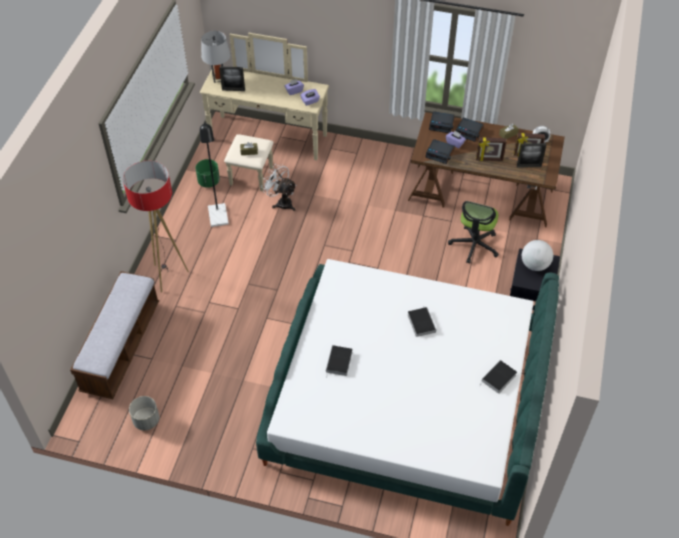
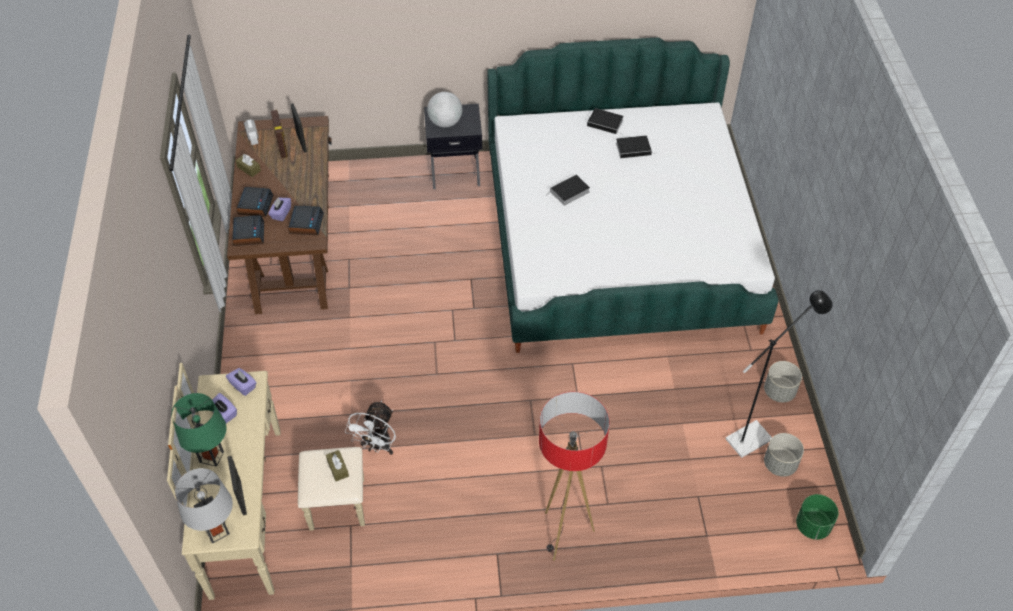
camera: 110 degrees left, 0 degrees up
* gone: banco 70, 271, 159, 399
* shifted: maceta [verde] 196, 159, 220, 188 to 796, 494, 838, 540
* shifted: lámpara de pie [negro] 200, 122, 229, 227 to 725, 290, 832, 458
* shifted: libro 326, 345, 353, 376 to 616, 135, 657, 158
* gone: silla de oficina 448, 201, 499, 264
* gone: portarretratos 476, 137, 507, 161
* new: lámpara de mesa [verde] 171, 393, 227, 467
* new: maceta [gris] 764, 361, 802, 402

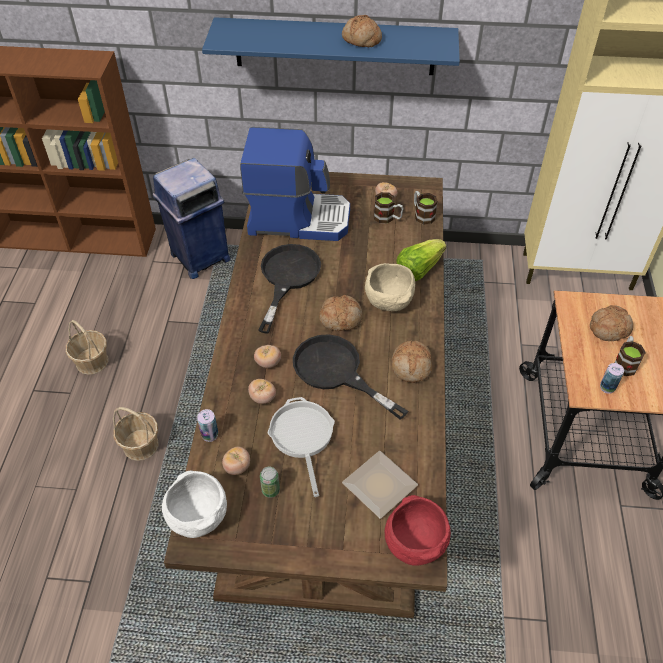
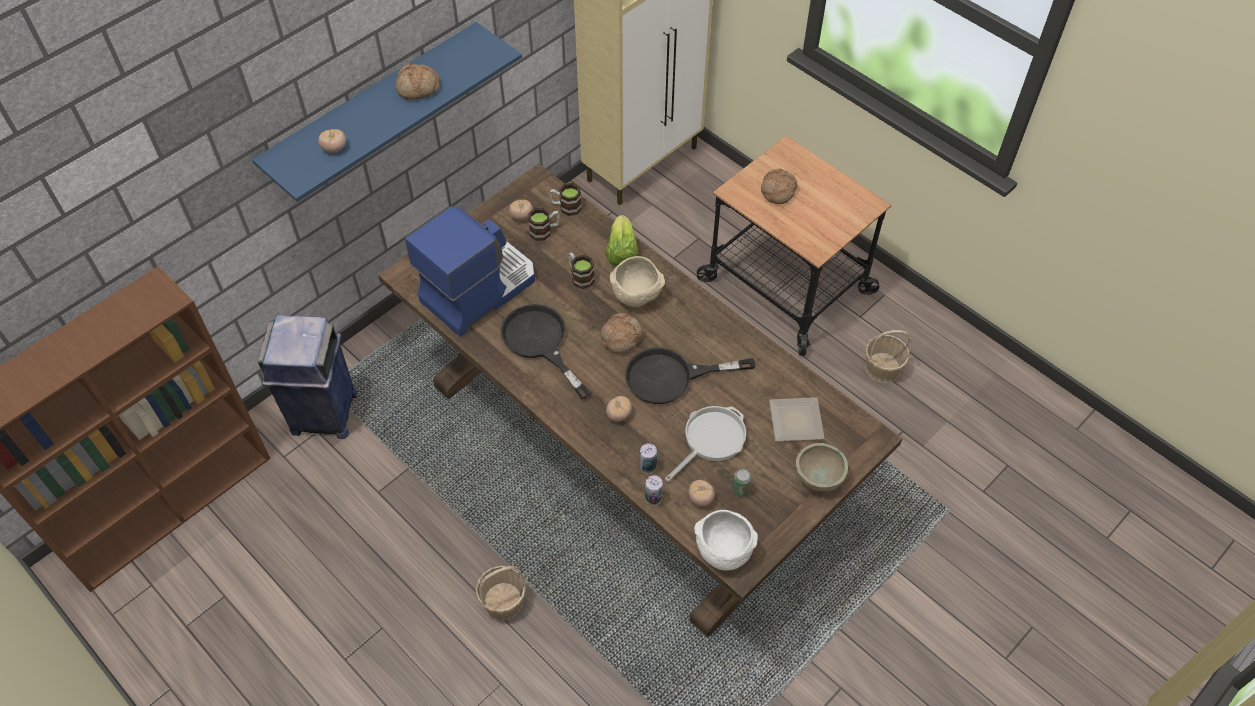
camera: 50 degrees left, 5 degrees up
* shifted: cesta 66, 320, 108, 375 to 865, 330, 912, 383
* shifted: tomate 248, 379, 276, 404 to 318, 129, 346, 153
* rotated: sartén 268, 397, 335, 497 = 665, 406, 746, 482 105 degrees clockwise
* gone: cuenco [rojo] 385, 495, 451, 566
* gone: pan 392, 341, 432, 383
* shifted: lata 600, 363, 624, 394 to 640, 444, 657, 474
* shifted: taza grande 614, 336, 646, 376 to 568, 253, 595, 289
* new: cuenco [beis] 795, 443, 848, 491

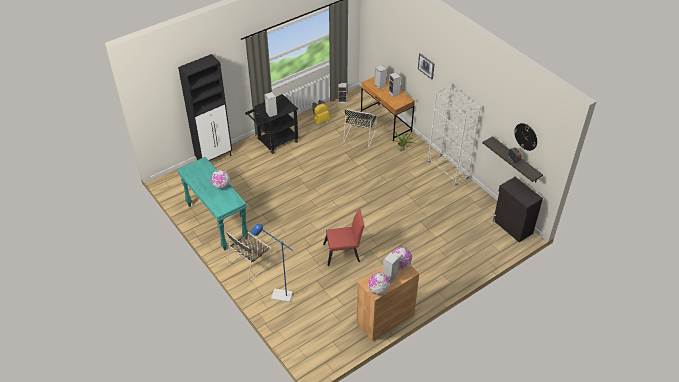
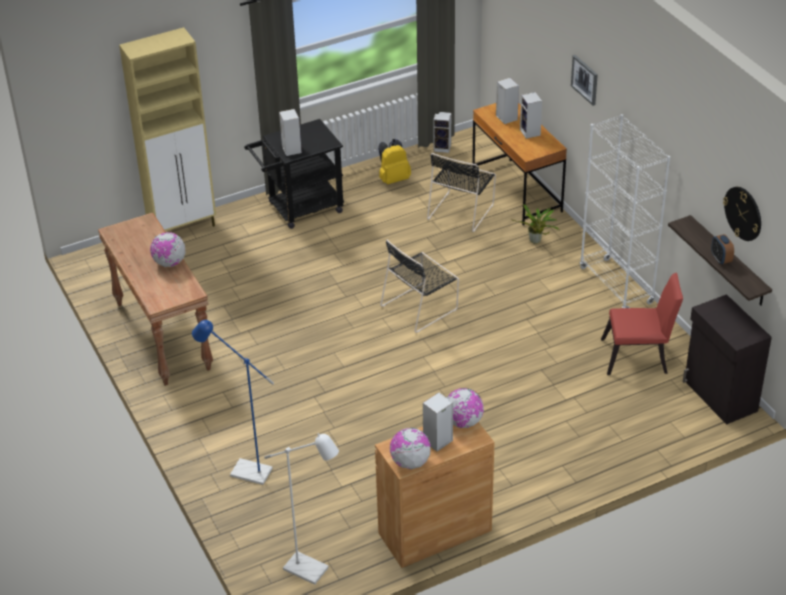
camera: 10 degrees right, 5 degrees down
* repainted: mesa consola [turquesa] 177, 157, 248, 251 to mesa consola [marrón] 98, 213, 213, 386
* repainted: armario [negro] 178, 54, 232, 161 to armario [beis] 119, 27, 216, 231
* shifted: silla [negro] 227, 232, 272, 281 to 380, 239, 459, 333
* shifted: silla [rojo] 323, 209, 364, 266 to 601, 273, 683, 375
* new: lámpara de pie [blanco] 264, 433, 339, 585

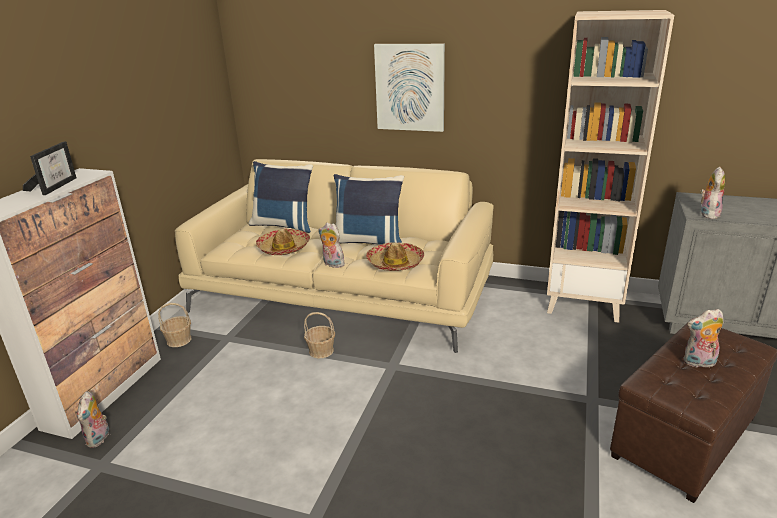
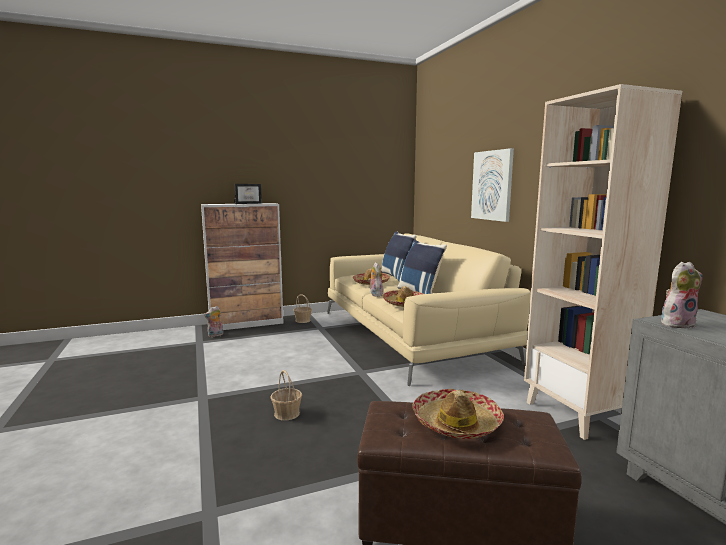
camera: 50 degrees right, 15 degrees down
* shifted: cesta 304, 312, 335, 359 to 271, 370, 302, 421
* swapped: peluche 683, 309, 724, 368 to sombrero 412, 389, 504, 439

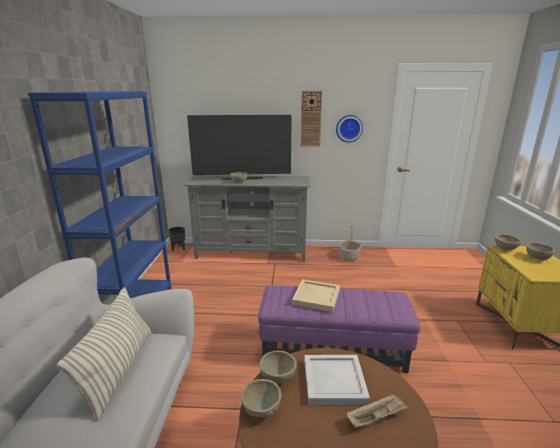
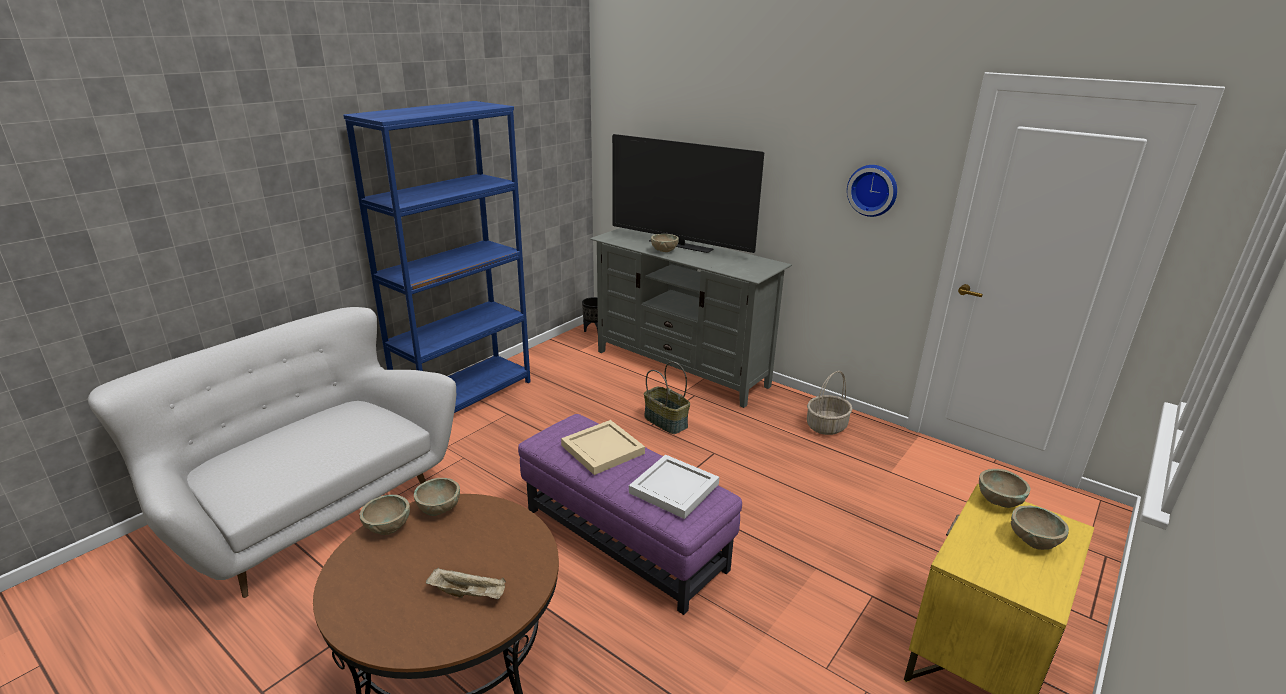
camera: 35 degrees right, 5 degrees up
* gone: cojín 57, 287, 152, 421
* gone: reloj de pared 301, 91, 322, 147
* shifted: bandeja [blanco] 304, 355, 370, 405 to 629, 454, 719, 519
* new: cesta 644, 362, 690, 434

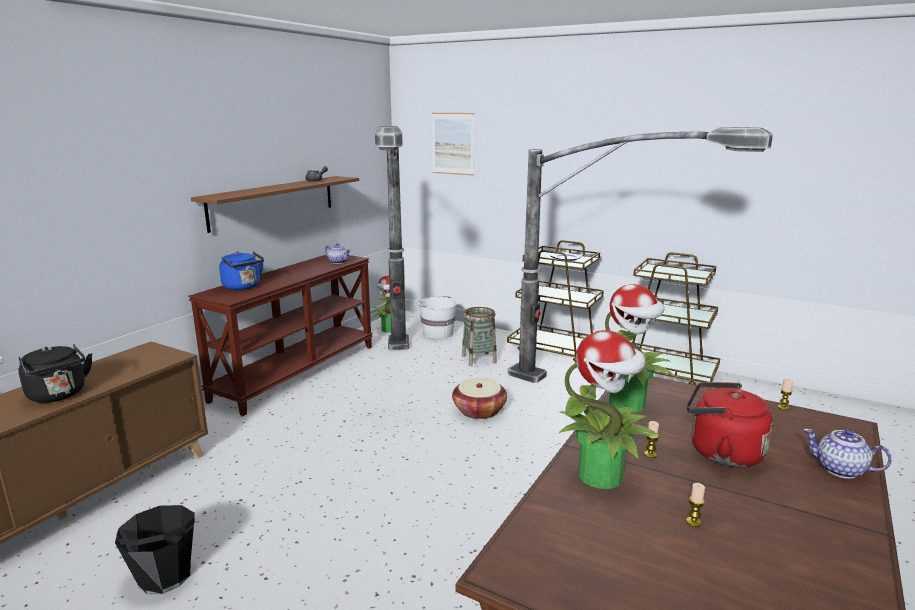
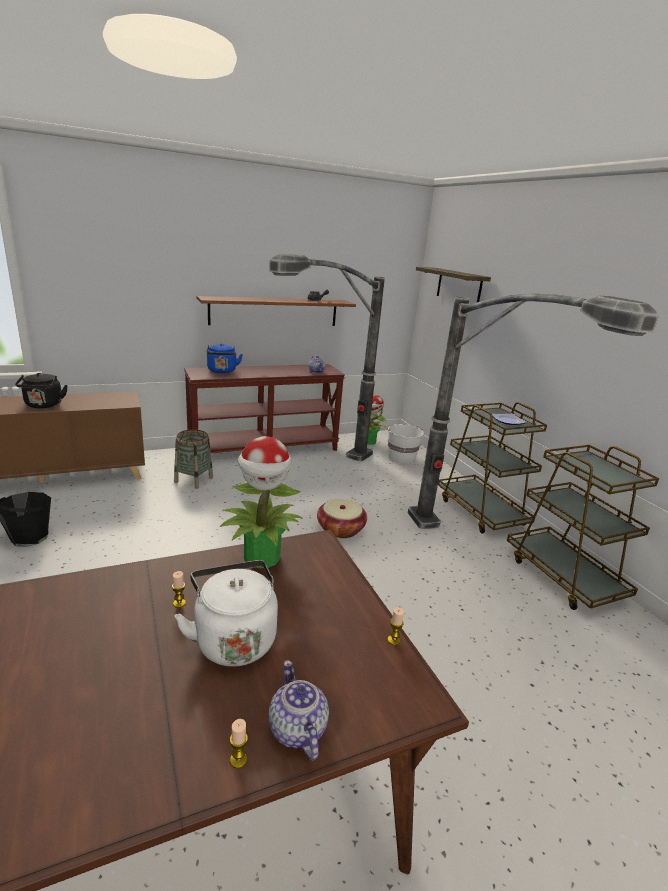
camera: 35 degrees right, 5 degrees up
* swapped: cuadro 432, 113, 474, 175 to estante 416, 267, 491, 302
* shifted: cesta 462, 307, 497, 366 to 174, 429, 213, 489
* gone: planta en maceta 558, 330, 658, 489
* shifted: vela 686, 483, 705, 527 to 230, 719, 248, 769
* repainted: hervidor [rojo] 687, 382, 773, 467 to hervidor [blanco] 175, 560, 278, 667

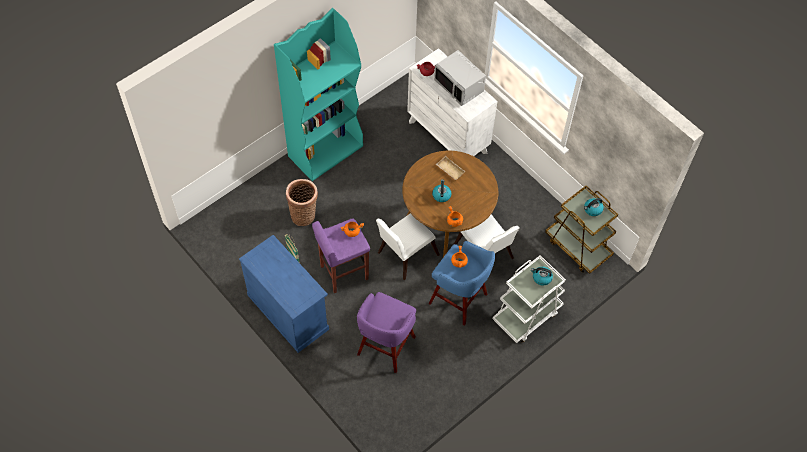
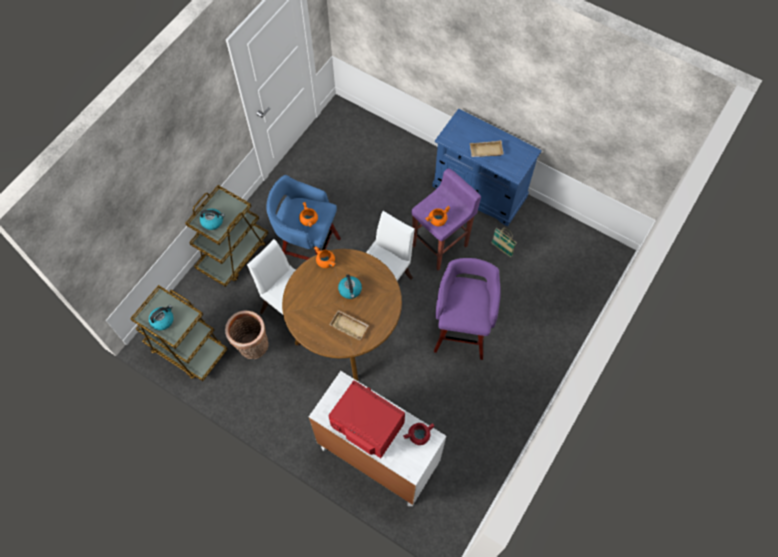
camera: 165 degrees right, 5 degrees up
* gone: estantería [turquesa] 274, 8, 363, 181
* shifted: cesta 286, 179, 318, 226 to 225, 311, 269, 359
* shifted: taburete [morado] 357, 292, 416, 373 to 434, 258, 501, 360
* repainted: microondas [gris] 434, 50, 486, 106 to microondas [rojo] 328, 380, 405, 458
* repainted: carrito [blanco] 493, 255, 566, 343 to carrito [marrón] 185, 185, 269, 287
* new: bandeja [beis] 470, 140, 504, 157

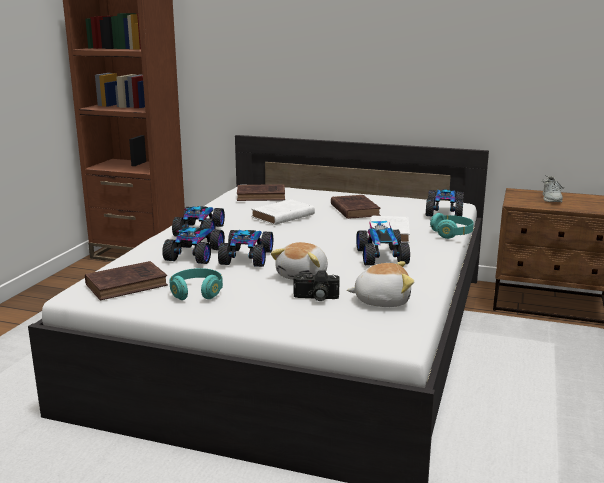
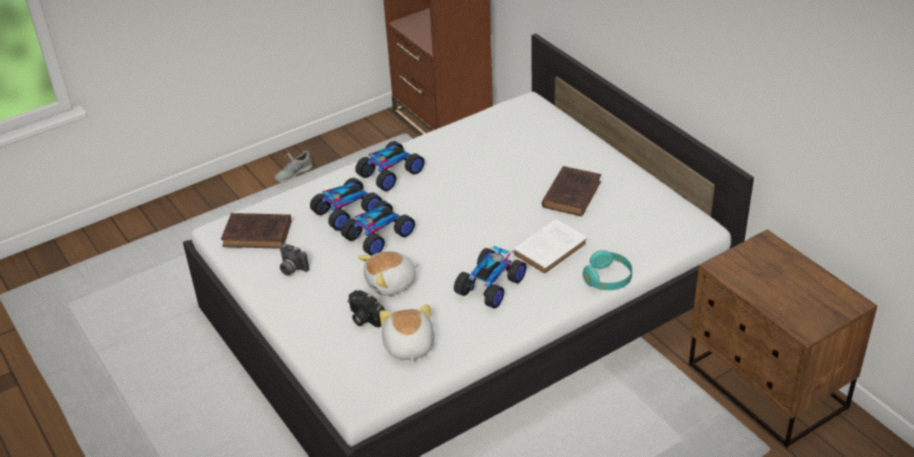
camera: 40 degrees right, 20 degrees up
* swapped: auriculares [turquesa] 169, 268, 223, 300 to cámara 280, 244, 309, 275
* gone: libro [marrón] 237, 184, 285, 201
* gone: libro [blanco] 251, 199, 315, 225
* rotated: peluche 347, 261, 414, 307 = 379, 304, 434, 363 135 degrees counterclockwise
* gone: coche de juguete 426, 189, 464, 216
* shifted: zapato [gris] 542, 175, 564, 202 to 275, 151, 312, 182

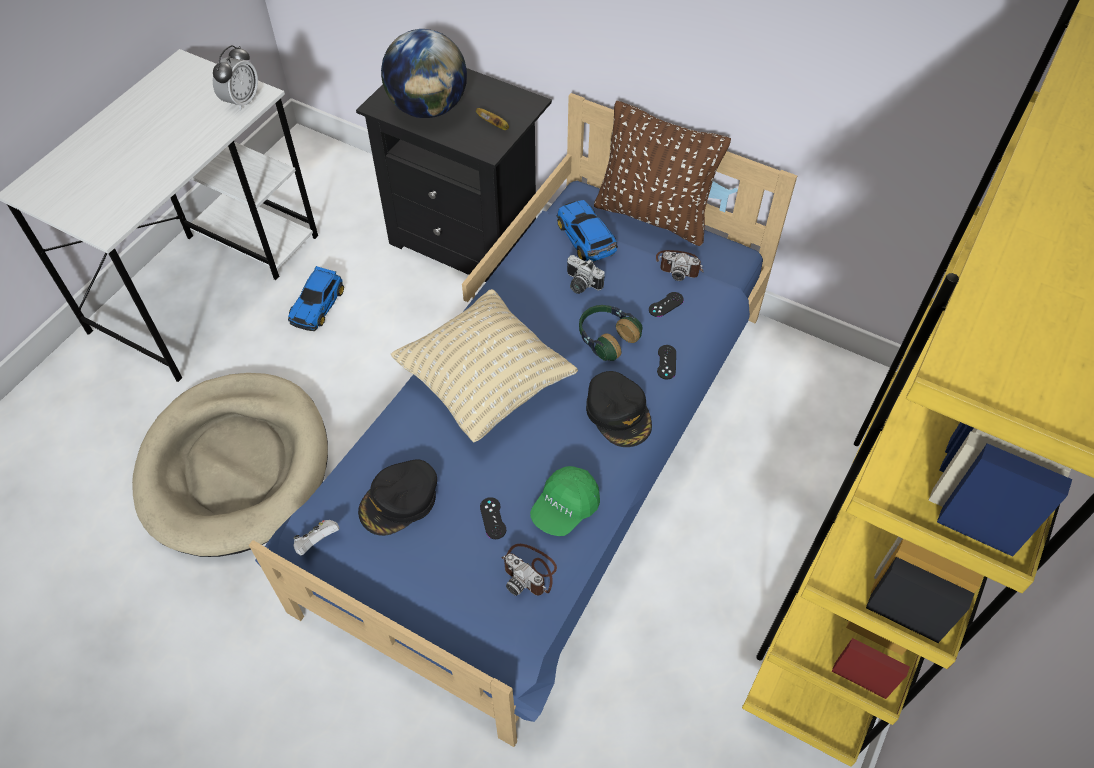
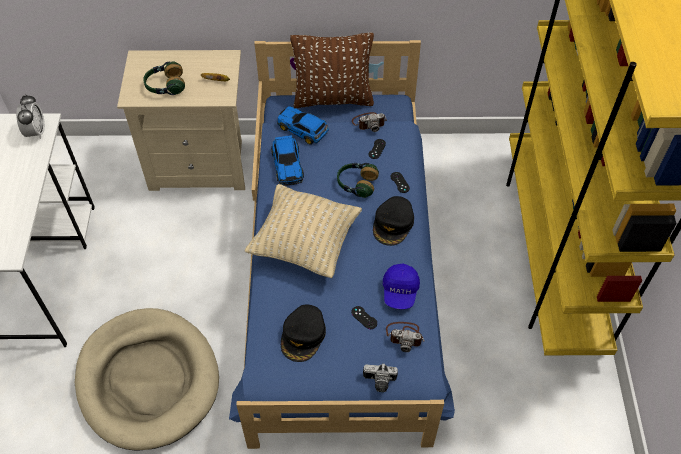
camera: 30 degrees left, 0 degrees up
* shifted: coche de juguete 288, 266, 344, 331 to 271, 135, 304, 186
* gone: mando de consola [blanco] 293, 520, 340, 556
* repainted: mesita de noche [negro] 356, 68, 552, 282 to mesita de noche [beis] 117, 50, 245, 191
* swapped: globo terráqueo 381, 29, 467, 118 to auriculares 143, 61, 185, 95
* repainted: gorra [verde] 530, 466, 600, 536 to gorra [azul] 383, 263, 420, 309
* shifted: cámara 567, 255, 605, 294 to 363, 364, 398, 392
* rotated: gorra [negro] 586, 371, 652, 447 = 373, 196, 414, 246 75 degrees clockwise

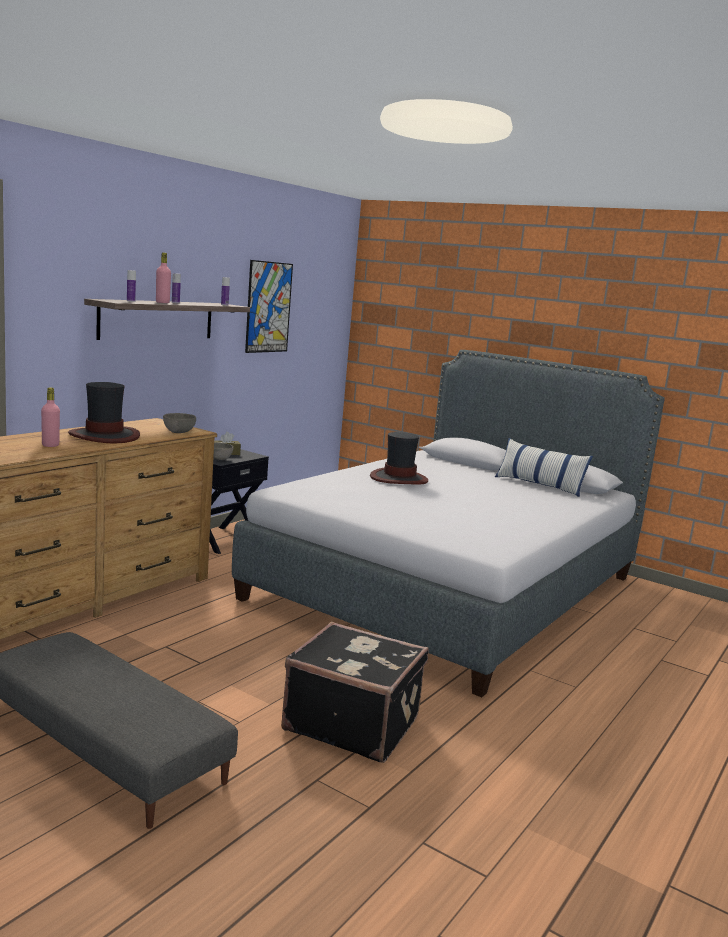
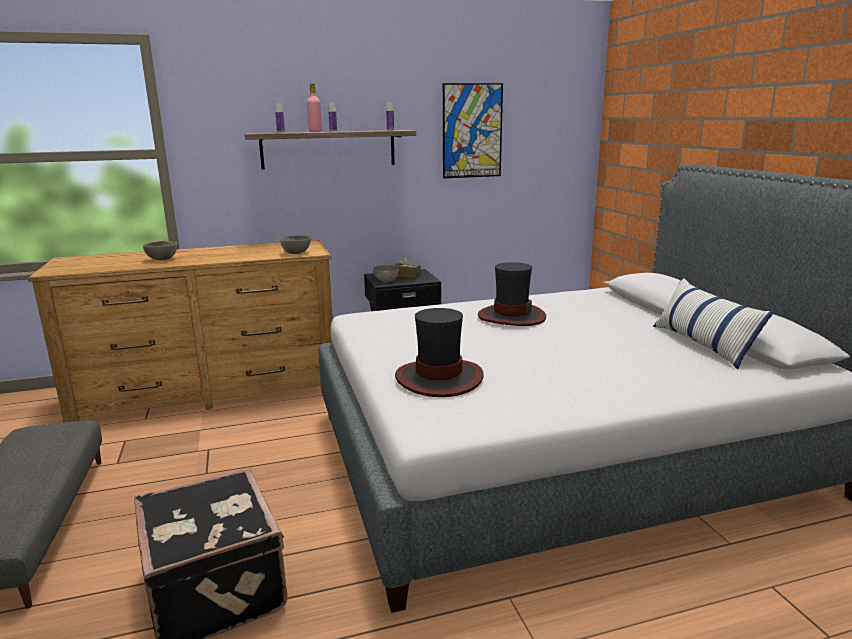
camera: 40 degrees right, 5 degrees up
* swapped: botella [rosa] 41, 387, 60, 447 to cuenco [gris] 143, 241, 177, 260
* shifted: sombrero 68, 382, 140, 443 to 395, 308, 484, 397

